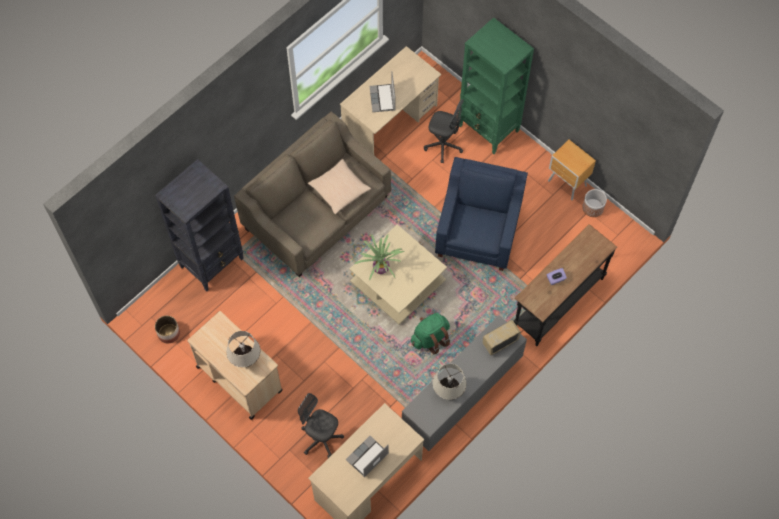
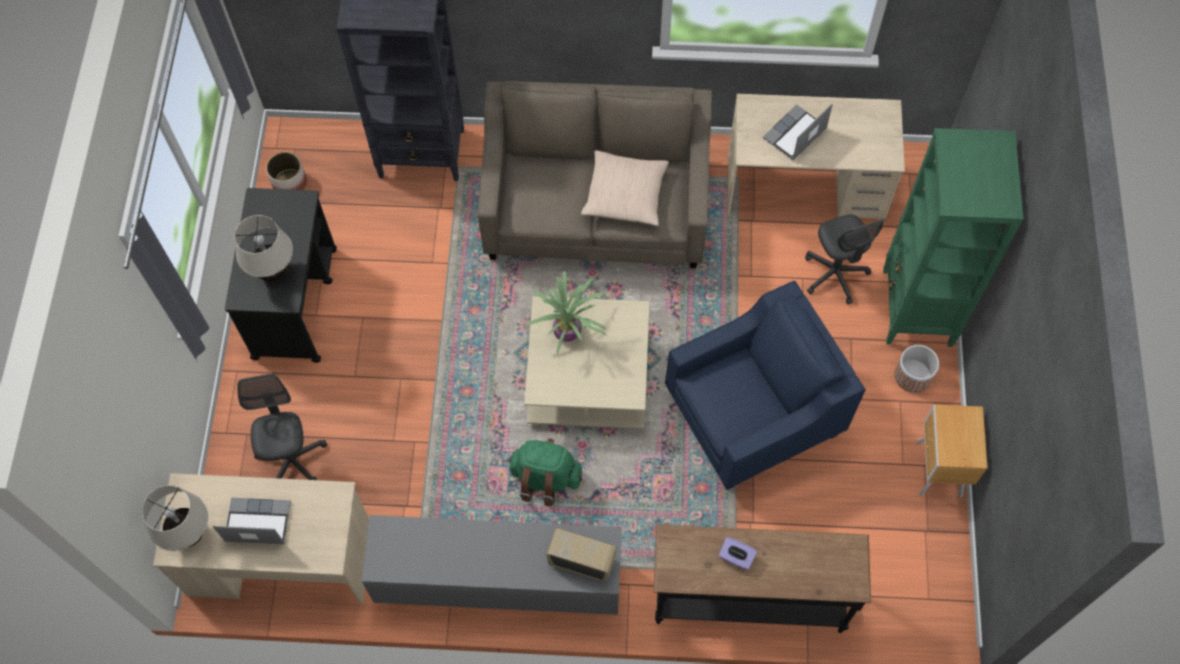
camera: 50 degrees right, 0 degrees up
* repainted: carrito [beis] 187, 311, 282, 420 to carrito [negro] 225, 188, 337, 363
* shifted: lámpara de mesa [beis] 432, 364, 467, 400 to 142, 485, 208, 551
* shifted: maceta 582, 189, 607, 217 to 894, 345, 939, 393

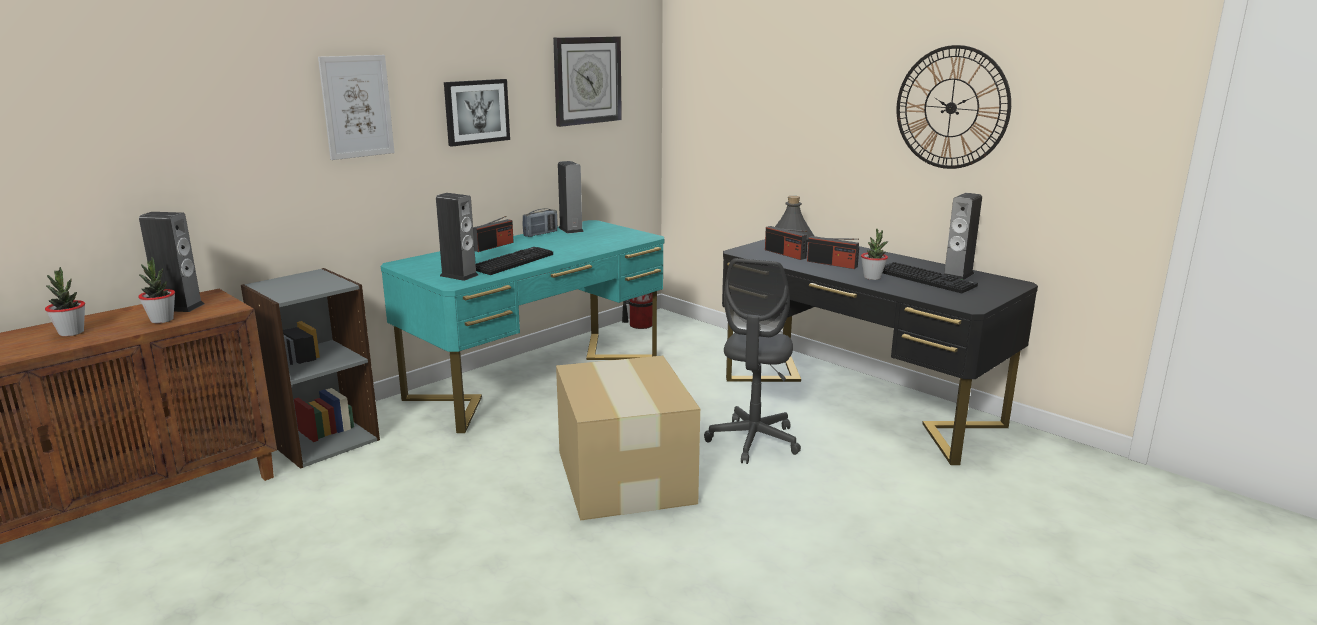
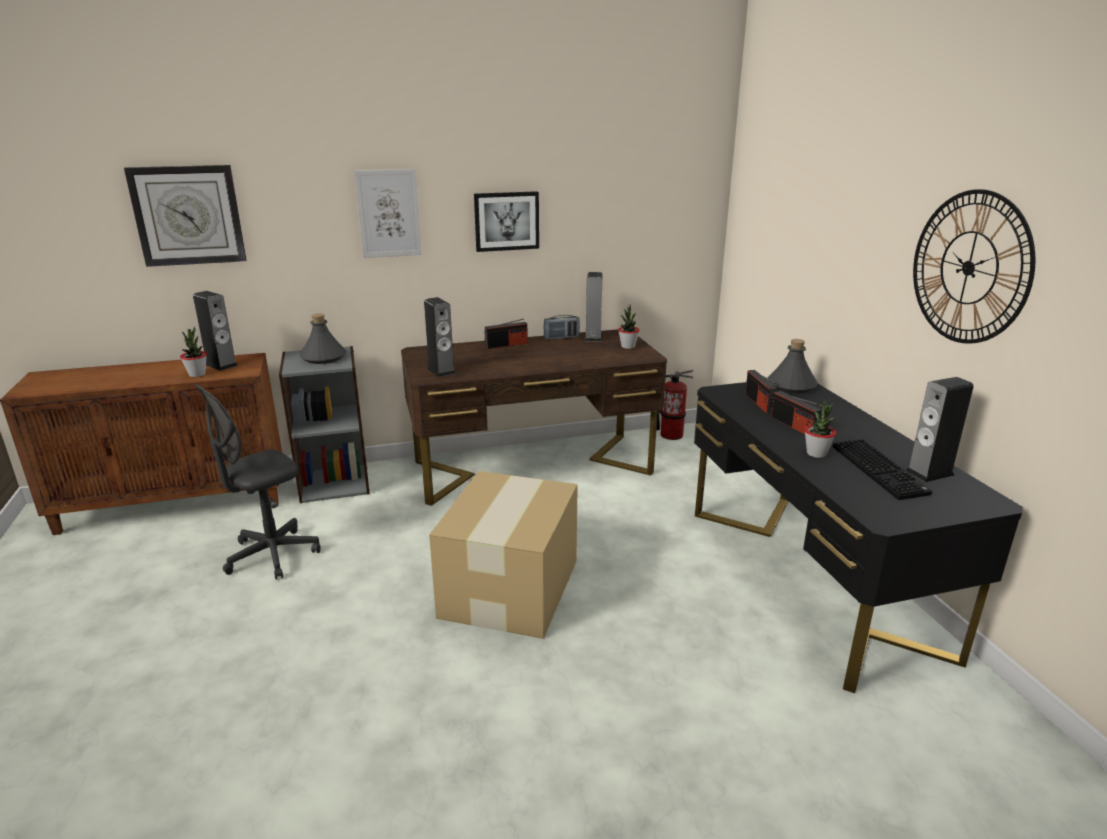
camera: 30 degrees right, 5 degrees up
* shifted: planta en maceta 45, 267, 85, 336 to 618, 305, 640, 349
* repainted: escritorio [turquesa] 381, 220, 664, 433 to escritorio [marrón] 401, 329, 667, 506
* gone: teclado 476, 247, 553, 275
* shifted: reloj de pared 553, 37, 622, 127 to 124, 165, 246, 267
* shifted: silla de oficina [gris] 704, 258, 801, 464 to 195, 384, 321, 580
* new: botella [gris] 299, 314, 346, 364

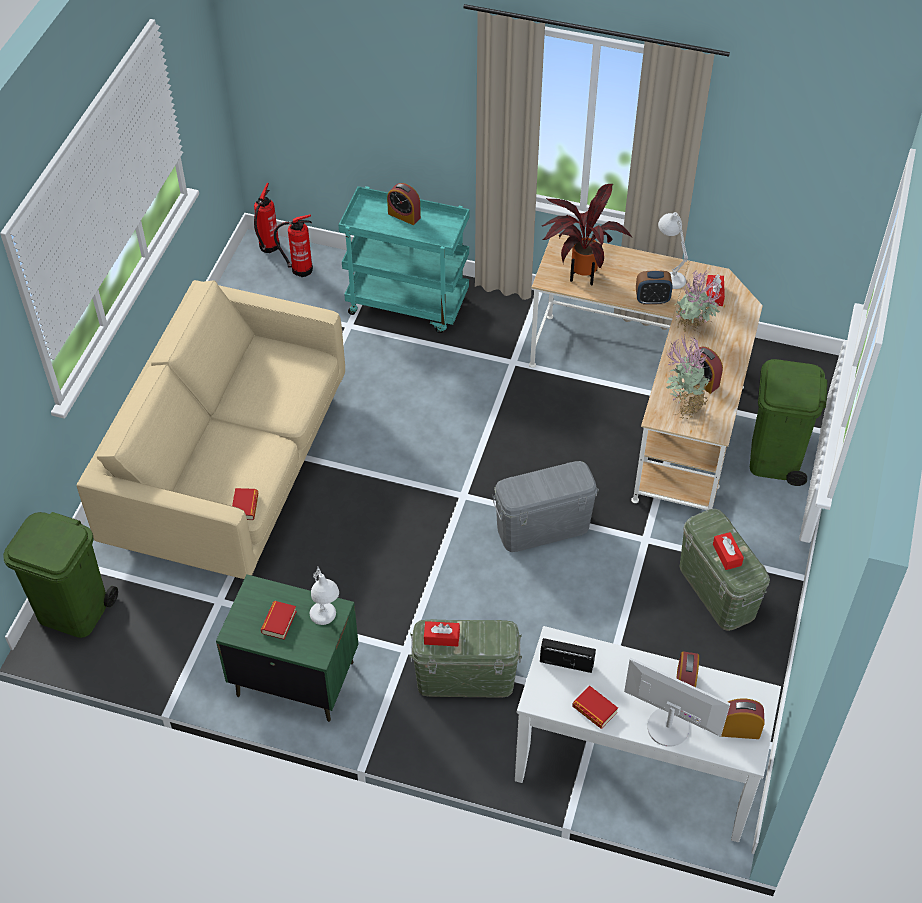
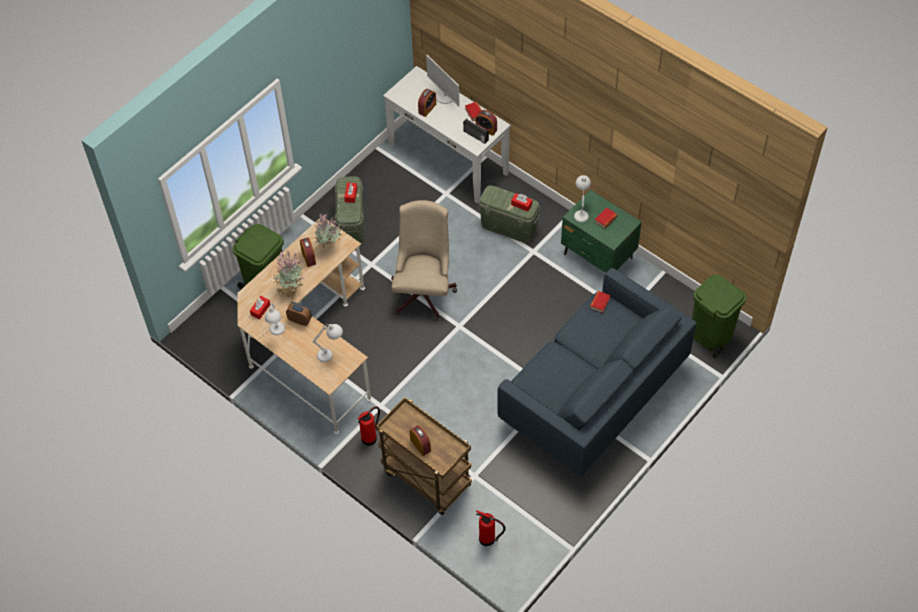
camera: 155 degrees left, 5 degrees up
* repainted: sofá [beis] 77, 280, 345, 579 to sofá [azul] 497, 268, 697, 477
* shifted: extintor 254, 183, 280, 253 to 357, 406, 380, 446
* repainted: carrito [turquesa] 338, 186, 470, 333 to carrito [marrón] 376, 397, 472, 515
* swapped: caja de almacenaje [gris] 492, 461, 599, 552 to silla de oficina [beis] 391, 200, 457, 321
* swapped: planta en maceta 542, 184, 632, 286 to lámpara de mesa [blanco] 312, 324, 343, 362
* shifted: despertador 721, 699, 765, 739 to 475, 110, 497, 136

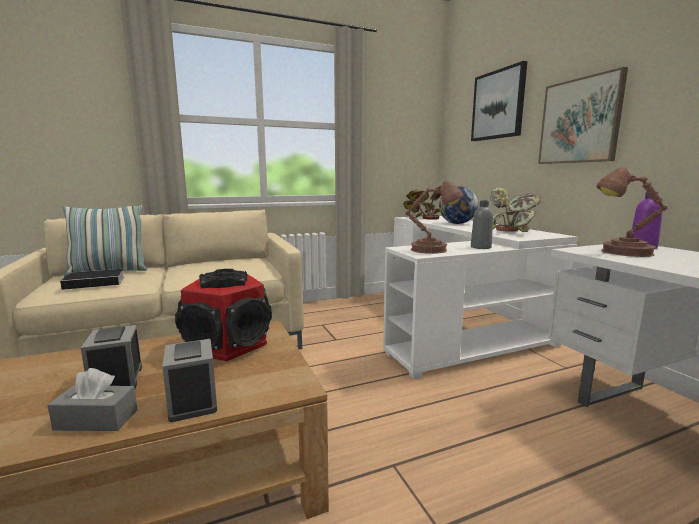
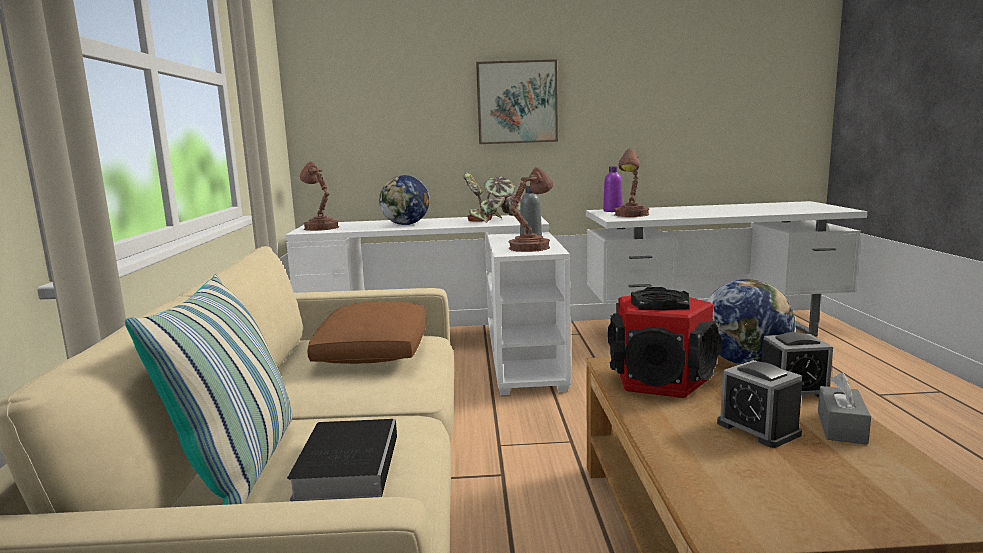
camera: 70 degrees left, 0 degrees up
* rotated: despertador 81, 325, 142, 389 = 717, 360, 802, 448 60 degrees clockwise
* swapped: planta en maceta 403, 186, 441, 220 to lámpara de mesa [marrón] 300, 161, 339, 231
* gone: cuadro 471, 61, 527, 141
* new: cojín [marrón] 307, 301, 426, 364
* new: globo terráqueo 707, 279, 795, 364

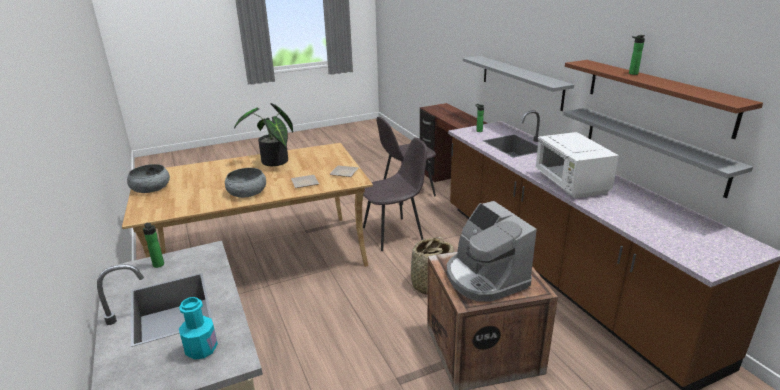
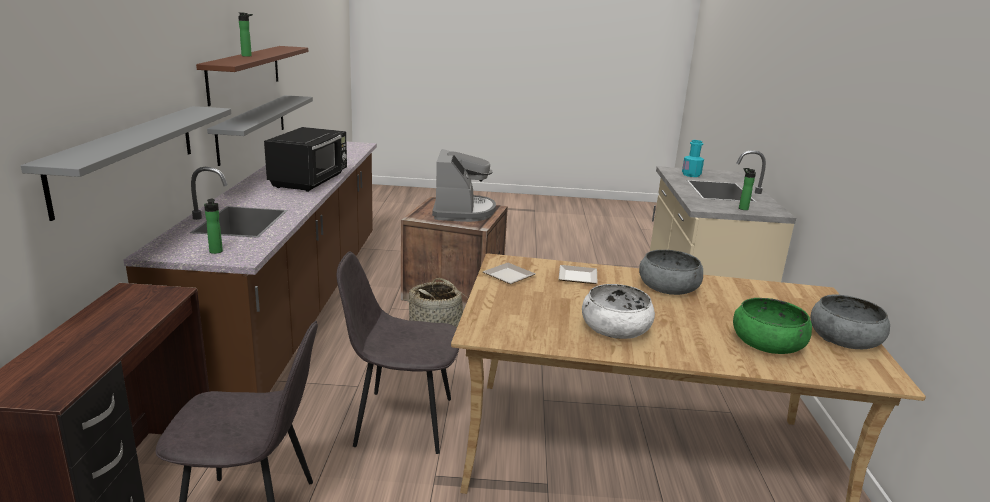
camera: 155 degrees left, 5 degrees down
* swapped: planta en maceta 234, 103, 293, 166 to cuenco [blanco] 582, 284, 655, 339
* repainted: microondas [blanco] 535, 132, 619, 199 to microondas [negro] 264, 127, 347, 192
* new: cuenco [verde] 733, 298, 812, 354

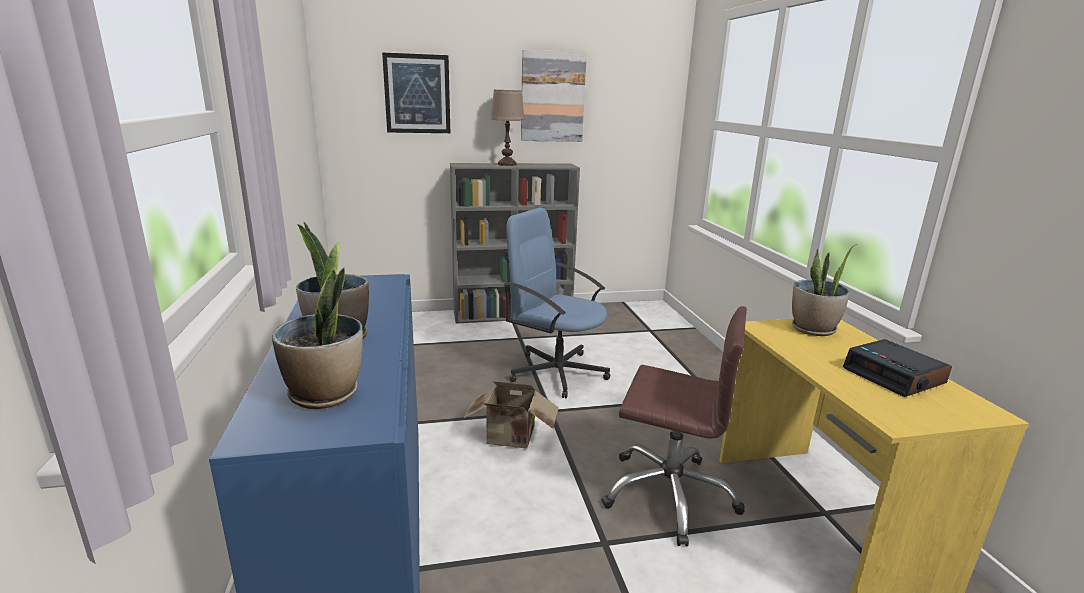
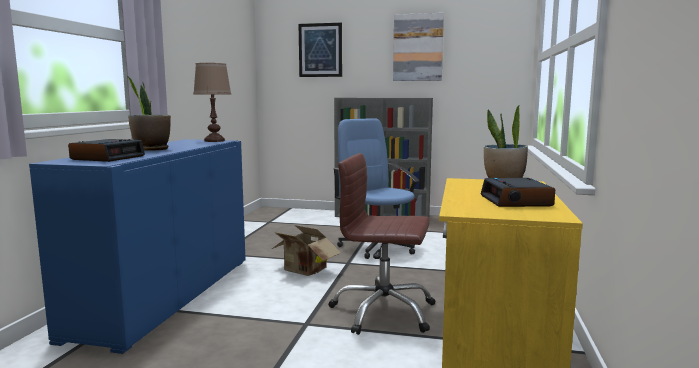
camera: 25 degrees right, 10 degrees down
* swapped: planta en maceta 272, 242, 363, 409 to despertador 68, 139, 145, 162
* shifted: lámpara de mesa [marrón] 490, 90, 525, 166 to 193, 63, 231, 142
* rotated: silla de oficina [marrón] 602, 306, 747, 546 = 328, 153, 435, 335 150 degrees clockwise

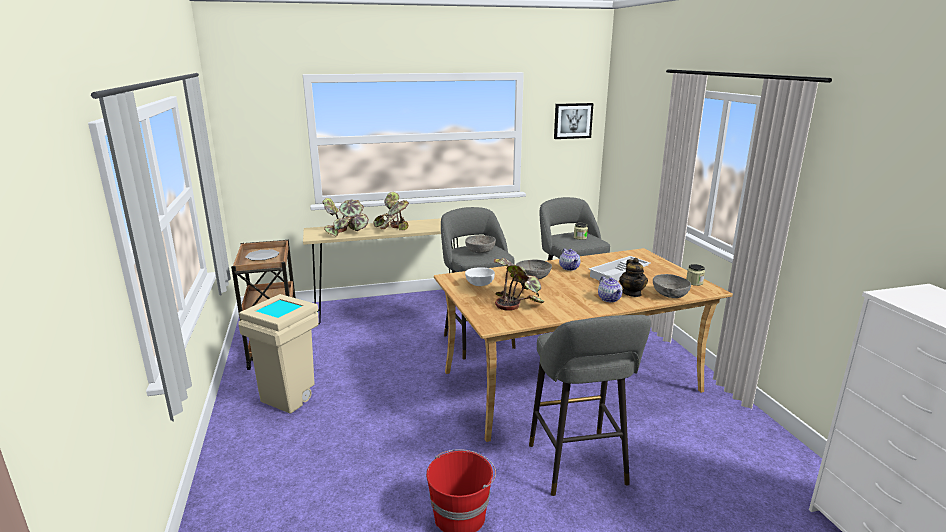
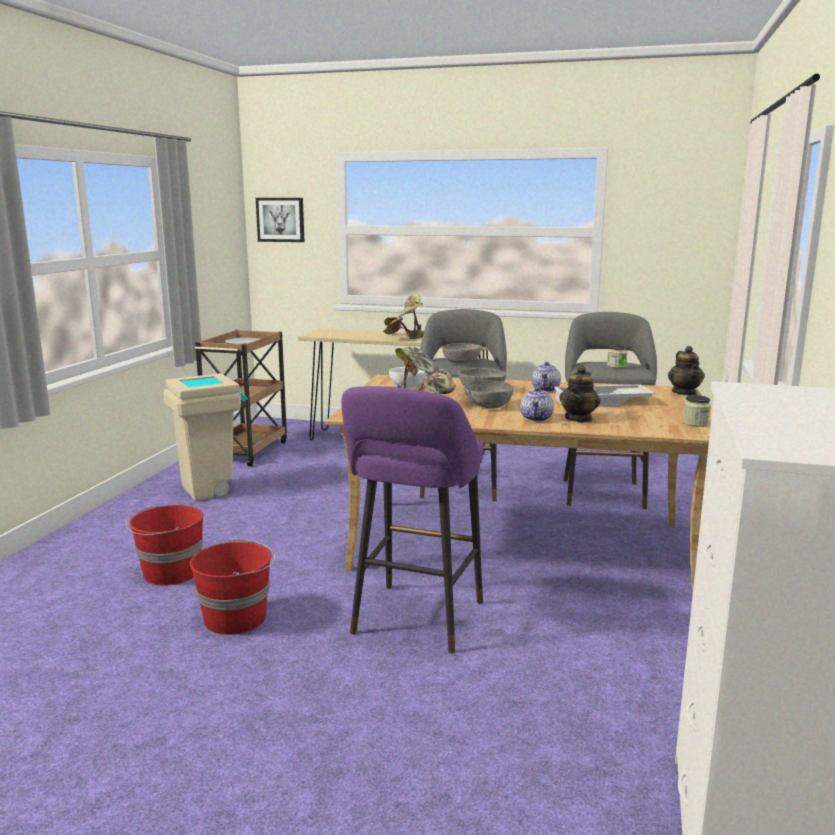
camera: 30 degrees right, 5 degrees down
* gone: planta en maceta 323, 198, 369, 236
* repainted: taburete [gris] 529, 315, 651, 496 to taburete [morado] 342, 386, 483, 653
* shifted: cuadro 554, 103, 594, 139 to 256, 198, 304, 242
* shifted: cuenco [gris] 653, 274, 691, 298 to 464, 380, 514, 408
* new: cubo [rojo] 126, 505, 203, 586
* new: tetera 668, 346, 705, 396

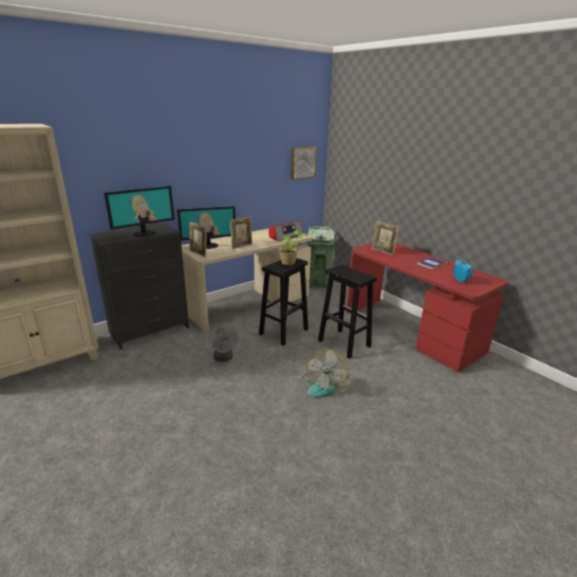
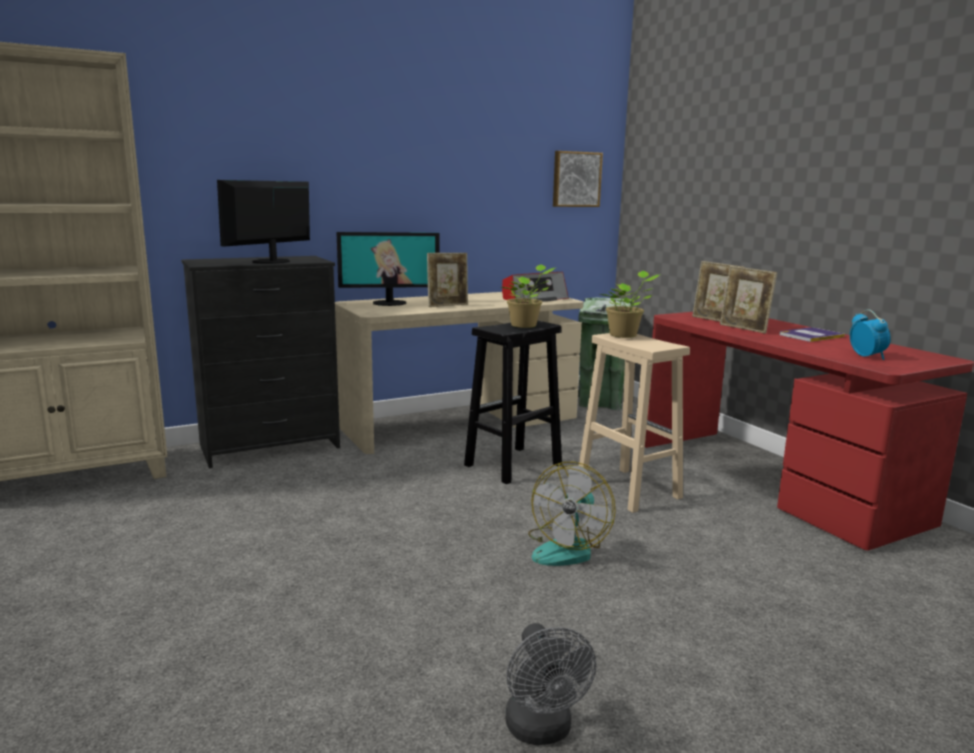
camera: 10 degrees right, 10 degrees down
* rotated: monitor 104, 186, 175, 237 = 217, 180, 310, 264 150 degrees clockwise
* shifted: portarretratos 189, 221, 207, 257 to 720, 266, 778, 334
* shifted: ventilador [gris] 211, 327, 238, 362 to 505, 623, 596, 745
* repainted: taburete [negro] 318, 264, 377, 359 to taburete [beis] 579, 333, 690, 513
* new: planta en maceta 600, 271, 661, 338

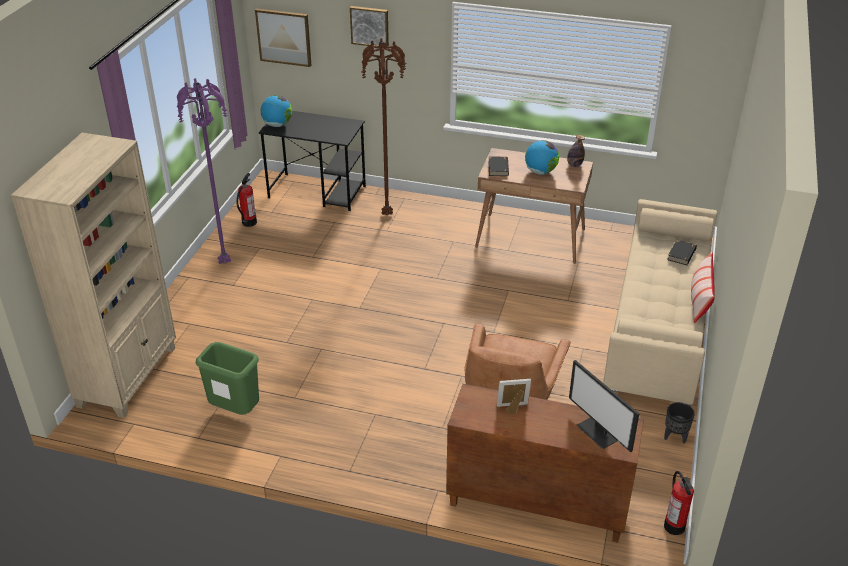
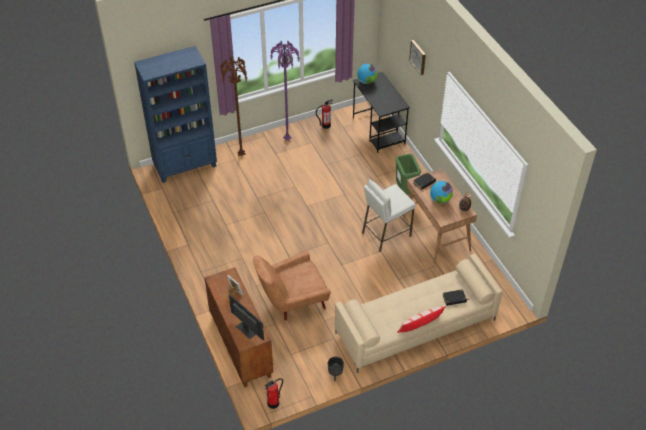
camera: 50 degrees right, 10 degrees up
* repainted: estantería [beis] 11, 133, 176, 418 to estantería [azul] 134, 46, 217, 183
* shifted: papelera [verde] 196, 342, 259, 415 to 395, 154, 421, 195
* gone: cuadro 255, 9, 312, 67
* shifted: lámpara de pie [marrón] 362, 38, 406, 216 to 220, 56, 247, 156
* rotated: monitor 569, 360, 640, 452 = 229, 294, 264, 340 120 degrees clockwise
* new: taburete [blanco] 362, 179, 416, 252

